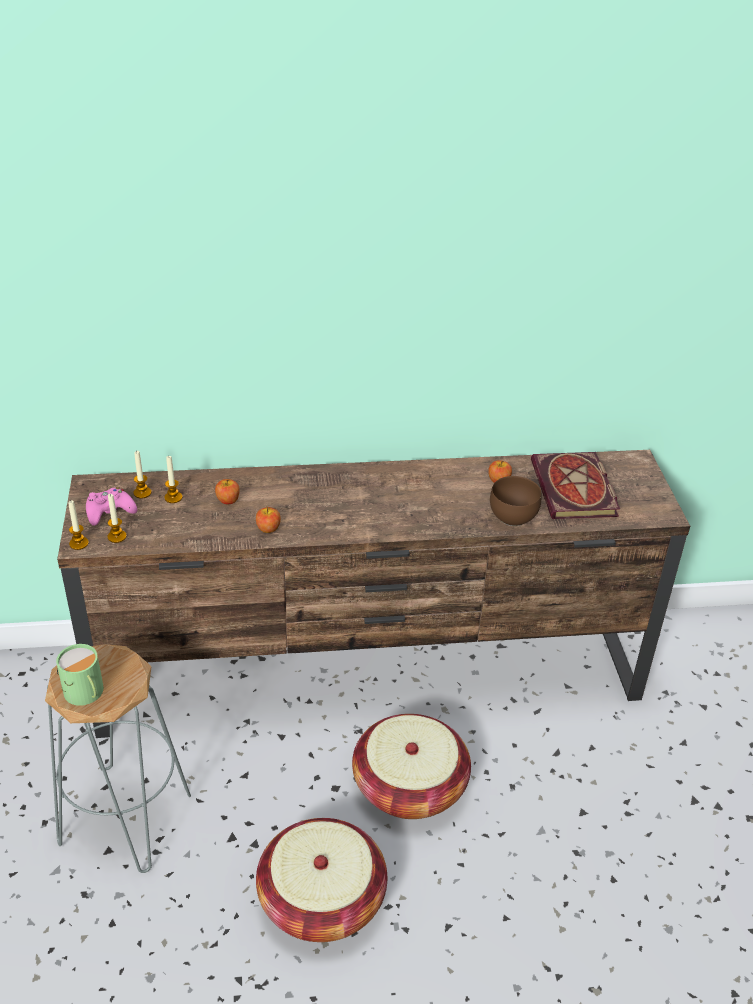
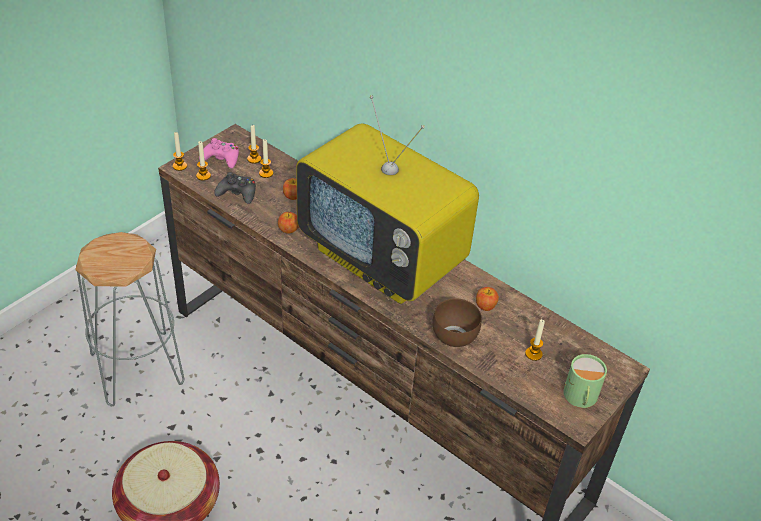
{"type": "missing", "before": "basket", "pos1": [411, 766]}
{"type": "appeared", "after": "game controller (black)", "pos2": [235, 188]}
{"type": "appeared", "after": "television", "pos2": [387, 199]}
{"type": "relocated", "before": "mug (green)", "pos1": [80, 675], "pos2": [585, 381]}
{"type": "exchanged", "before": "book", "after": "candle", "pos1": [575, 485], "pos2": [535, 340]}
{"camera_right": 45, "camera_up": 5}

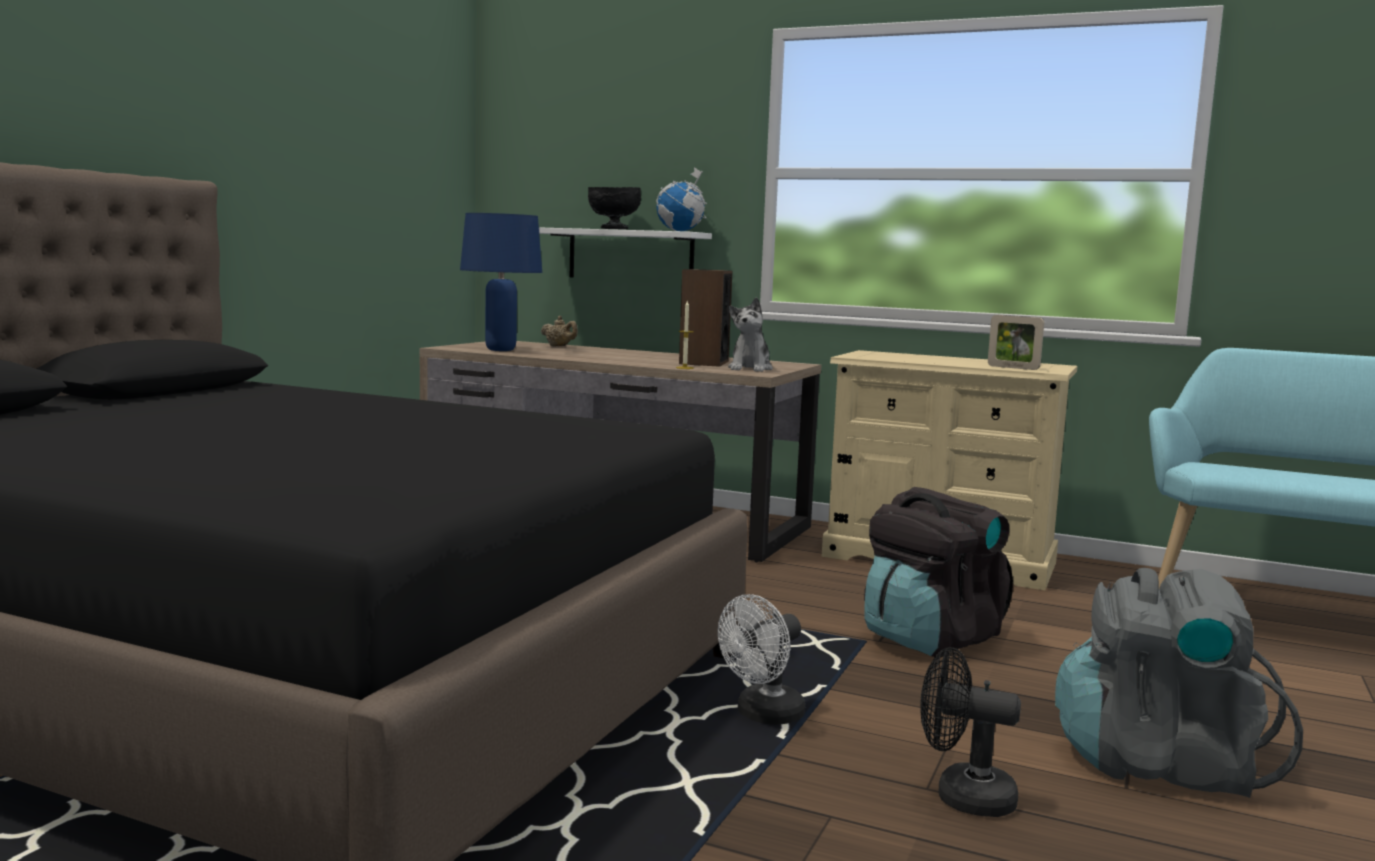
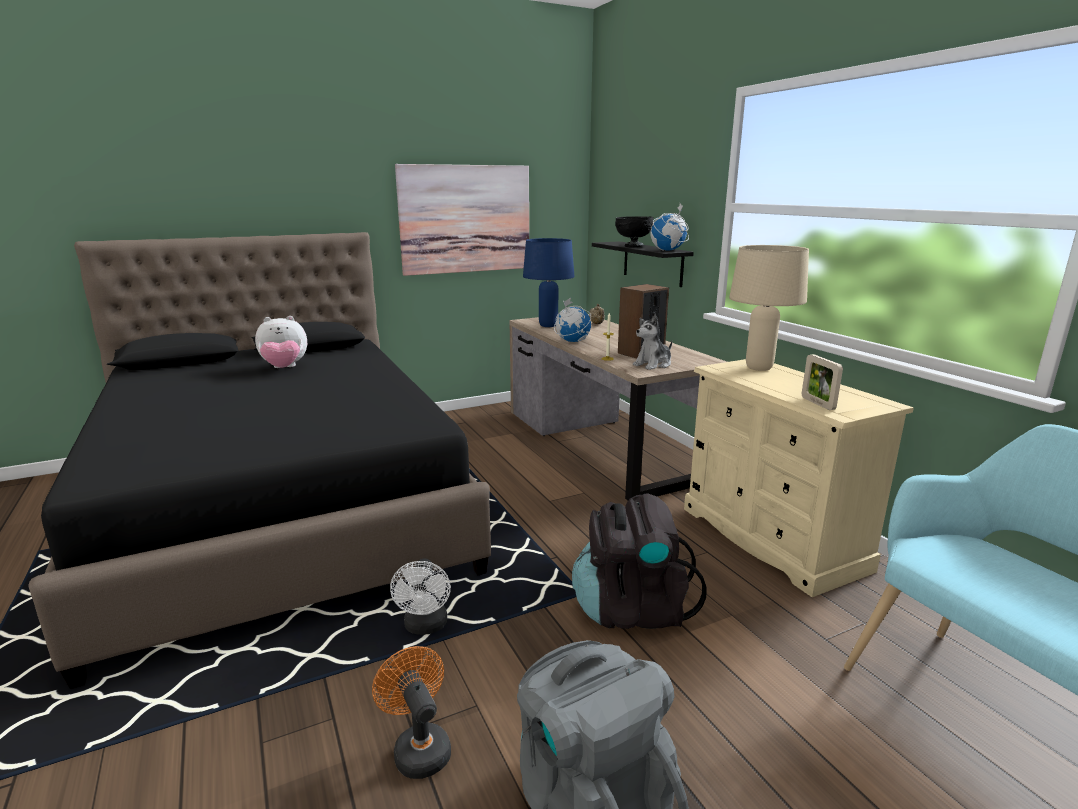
{"type": "appeared", "after": "plush toy", "pos2": [281, 342]}
{"type": "appeared", "after": "picture", "pos2": [462, 220]}
{"type": "appeared", "after": "globe", "pos2": [572, 320]}
{"type": "appeared", "after": "table lamp (beige)", "pos2": [769, 308]}
{"type": "colour", "before": "shelf (white)", "after": "shelf (black)", "pos1": [625, 252], "pos2": [643, 264]}
{"type": "colour", "before": "fan (black)", "after": "fan (orange)", "pos1": [970, 732], "pos2": [411, 712]}
{"type": "spun", "before": "fan (white)", "pos1": [761, 659], "pos2": [420, 596], "turn": -90}
{"camera_right": 40, "camera_up": 10}

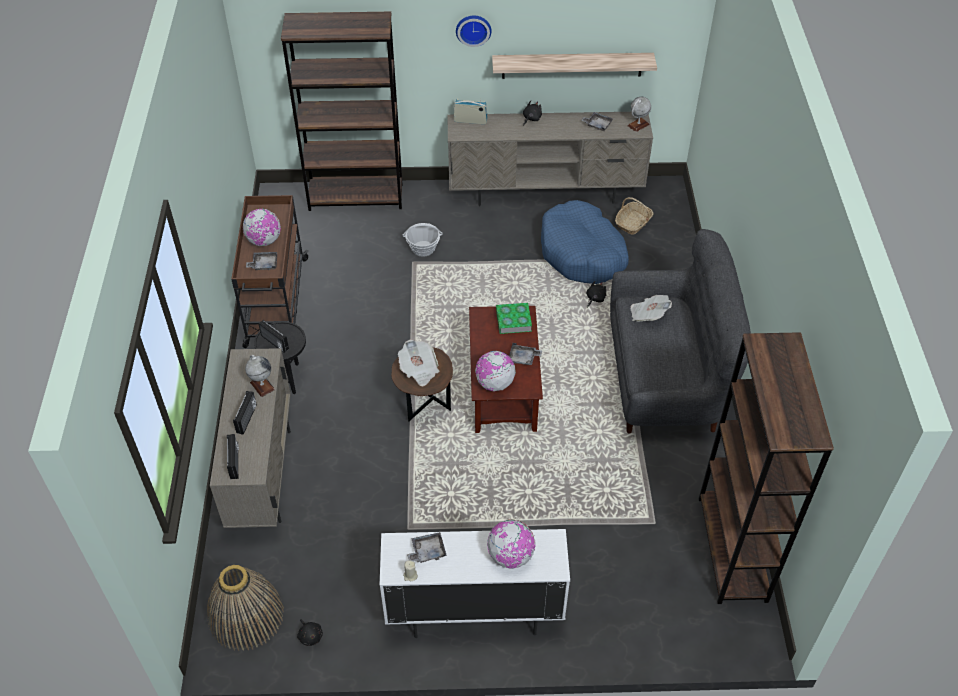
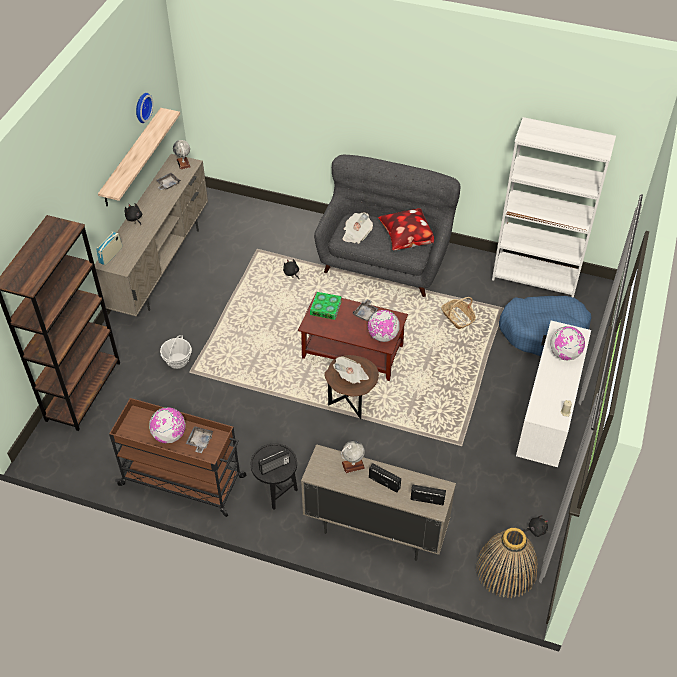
{"type": "missing", "before": "tray (grey)", "pos1": [427, 547]}
{"type": "appeared", "after": "pillow", "pos2": [406, 229]}
{"type": "relocated", "before": "wall clock", "pos1": [474, 31], "pos2": [144, 108]}
{"type": "relocated", "before": "dog bed (blue)", "pos1": [585, 242], "pos2": [545, 326]}
{"type": "relocated", "before": "basket", "pos1": [634, 215], "pos2": [458, 313]}
{"type": "colour", "before": "bookcase (brown)", "after": "bookcase (white)", "pos1": [766, 468], "pos2": [554, 207]}
{"camera_right": -70, "camera_up": 0}

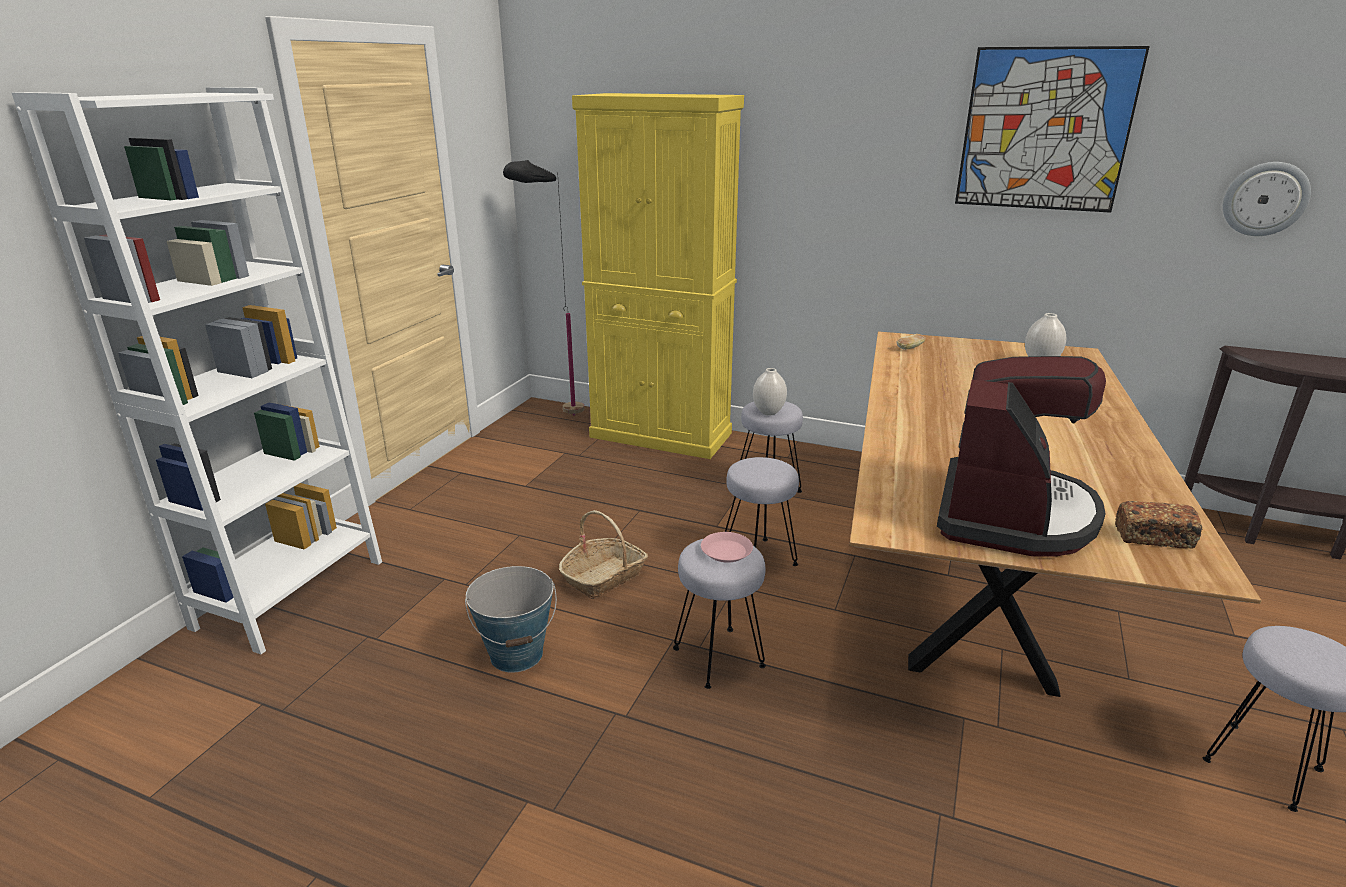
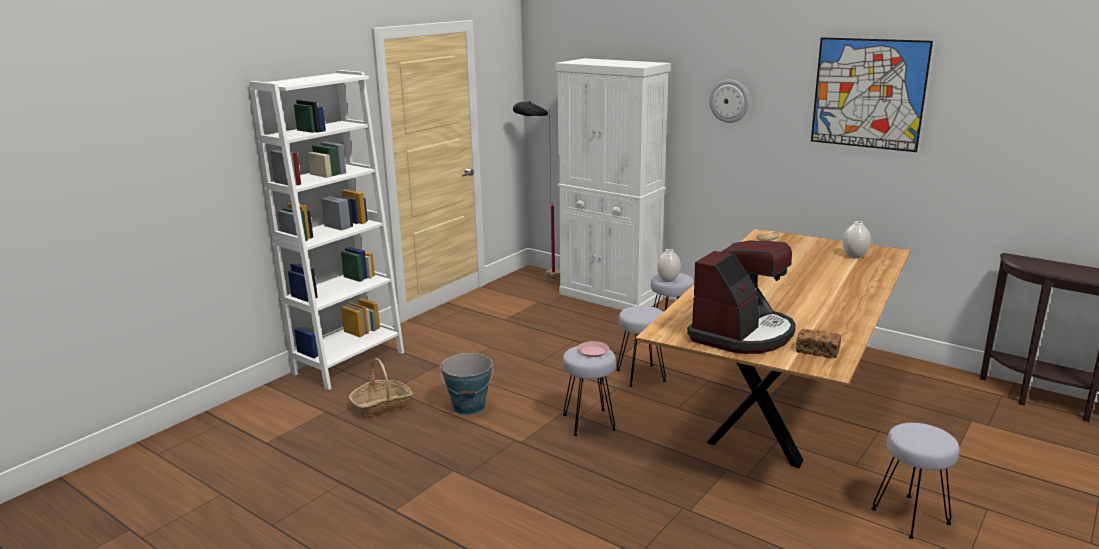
{"type": "relocated", "before": "basket", "pos1": [603, 554], "pos2": [381, 388]}
{"type": "relocated", "before": "wall clock", "pos1": [1267, 199], "pos2": [729, 101]}
{"type": "colour", "before": "cabinet (yellow)", "after": "cabinet (white)", "pos1": [658, 276], "pos2": [613, 184]}
{"camera_right": 15, "camera_up": -5}

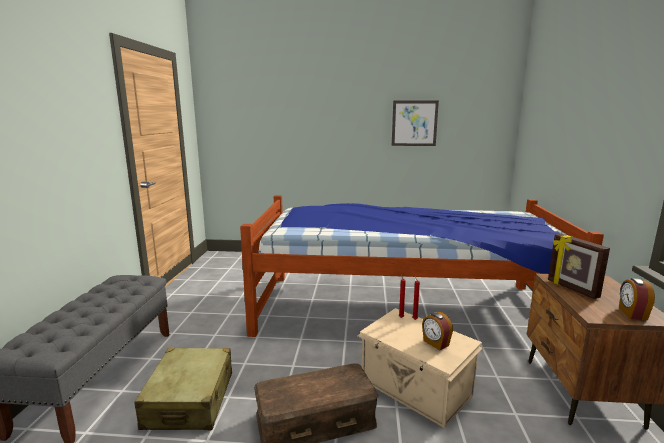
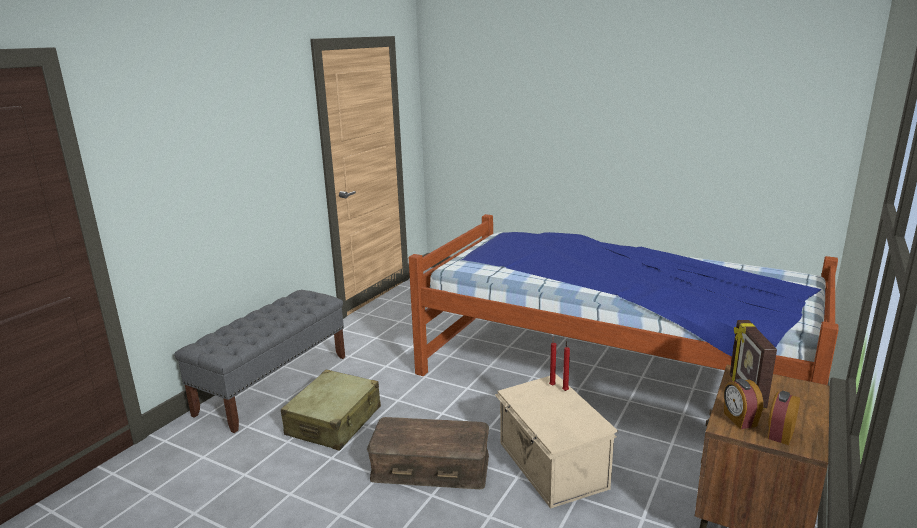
{"type": "missing", "before": "picture", "pos1": [415, 123]}
{"type": "relocated", "before": "alarm clock", "pos1": [437, 331], "pos2": [743, 404]}
{"camera_right": 25, "camera_up": 5}

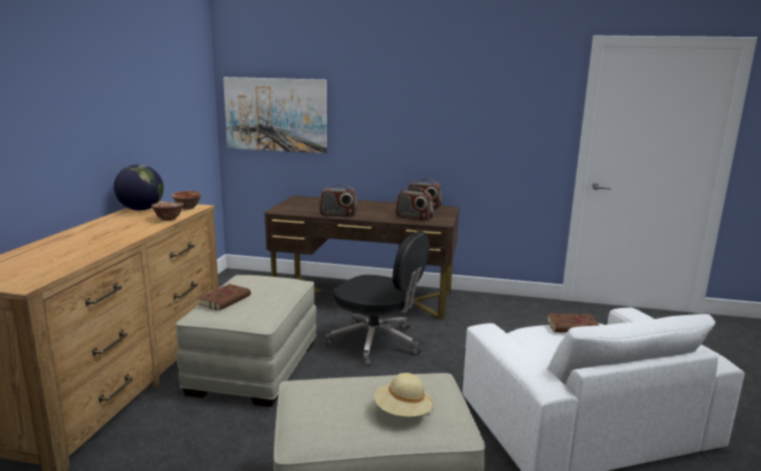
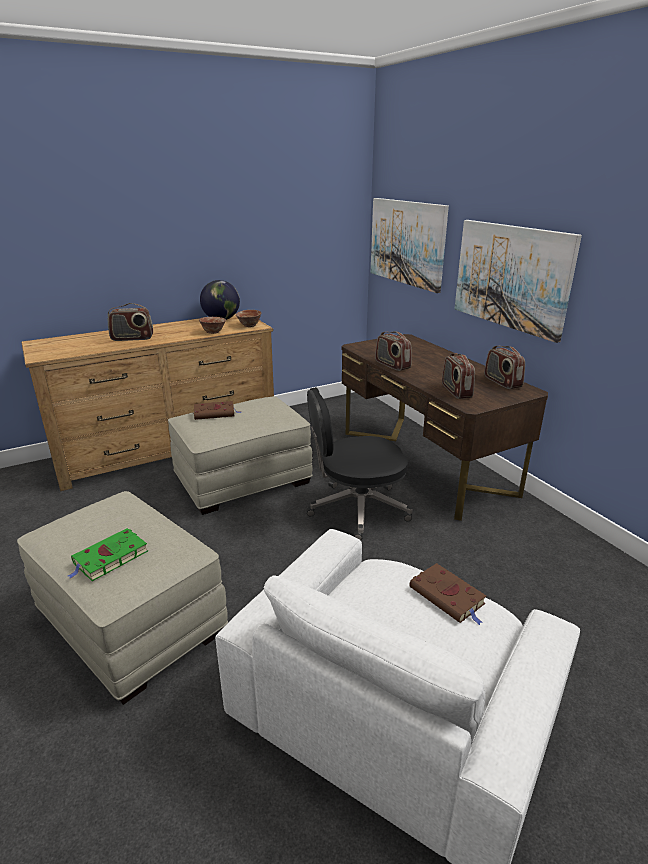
{"type": "appeared", "after": "radio", "pos2": [130, 322]}
{"type": "appeared", "after": "picture", "pos2": [518, 281]}
{"type": "exchanged", "before": "hat (beige)", "after": "book (green)", "pos1": [404, 395], "pos2": [108, 554]}
{"type": "spun", "before": "office chair (black)", "pos1": [378, 298], "pos2": [360, 463], "turn": 90}
{"camera_right": 50, "camera_up": 10}

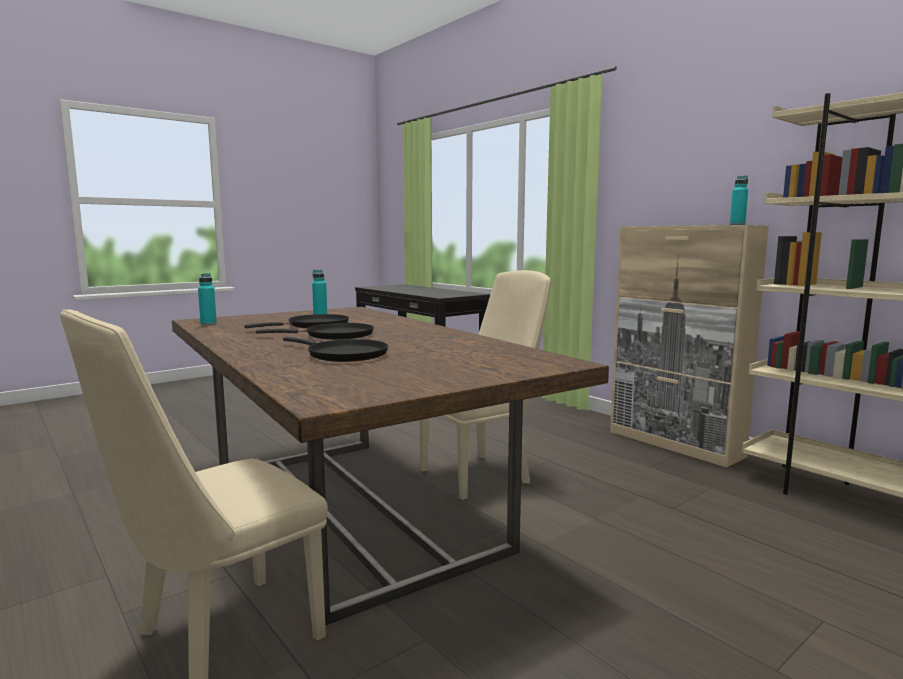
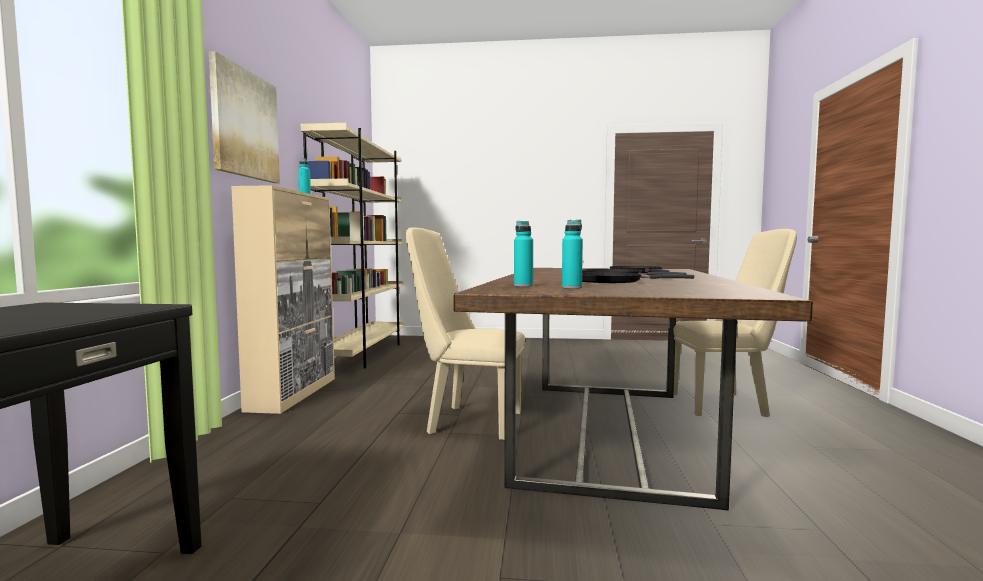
{"type": "appeared", "after": "picture", "pos2": [244, 117]}
{"type": "relocated", "before": "bottle (turquoise)", "pos1": [207, 299], "pos2": [523, 254]}
{"camera_right": -135, "camera_up": -5}

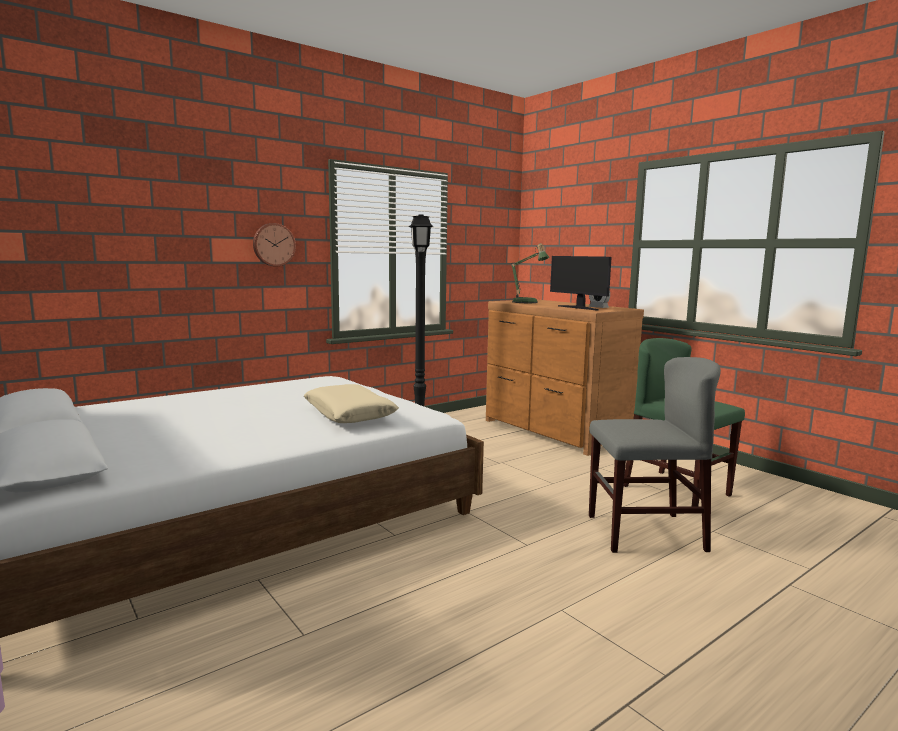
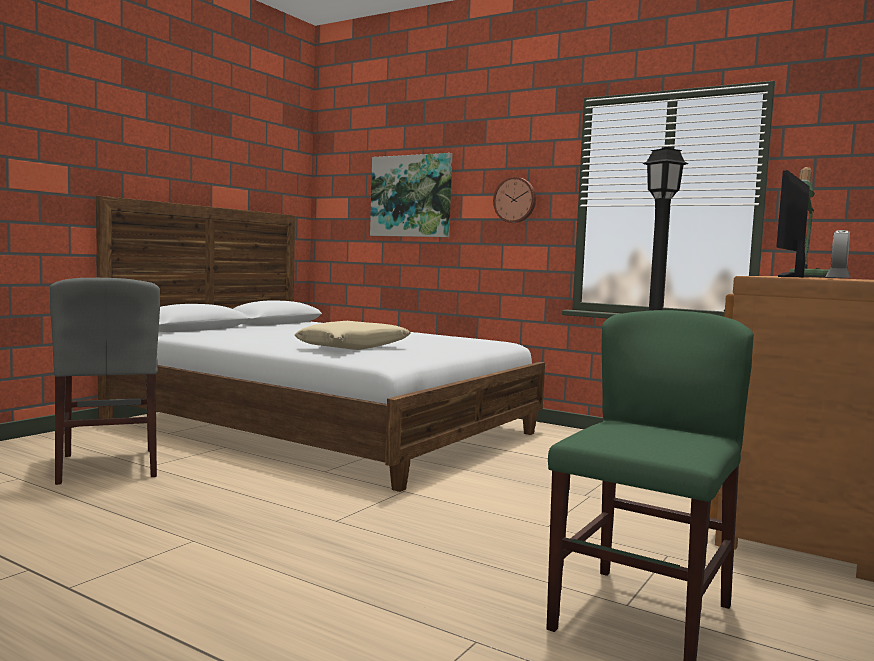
{"type": "appeared", "after": "picture", "pos2": [411, 195]}
{"type": "relocated", "before": "chair (grey)", "pos1": [655, 455], "pos2": [105, 381]}
{"camera_right": 70, "camera_up": -5}

